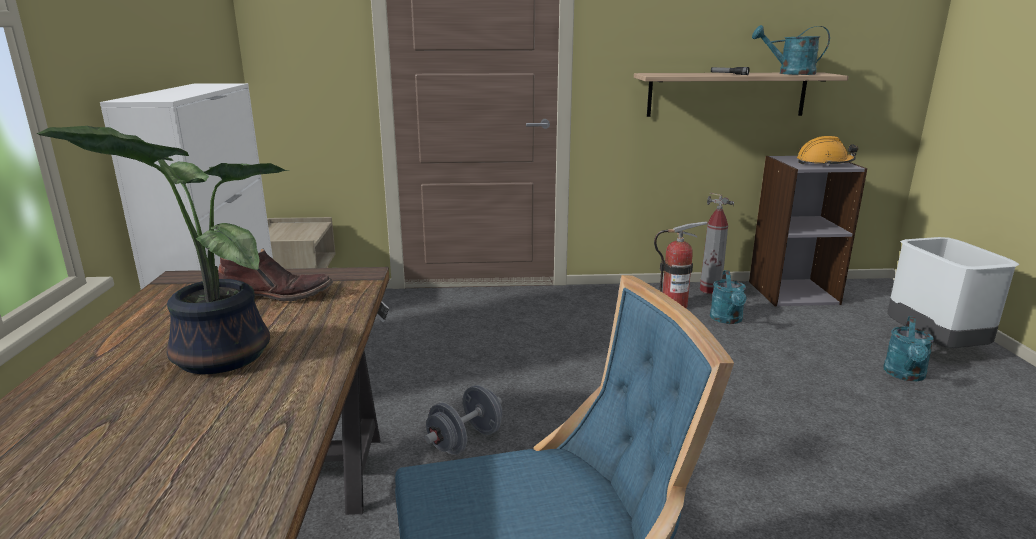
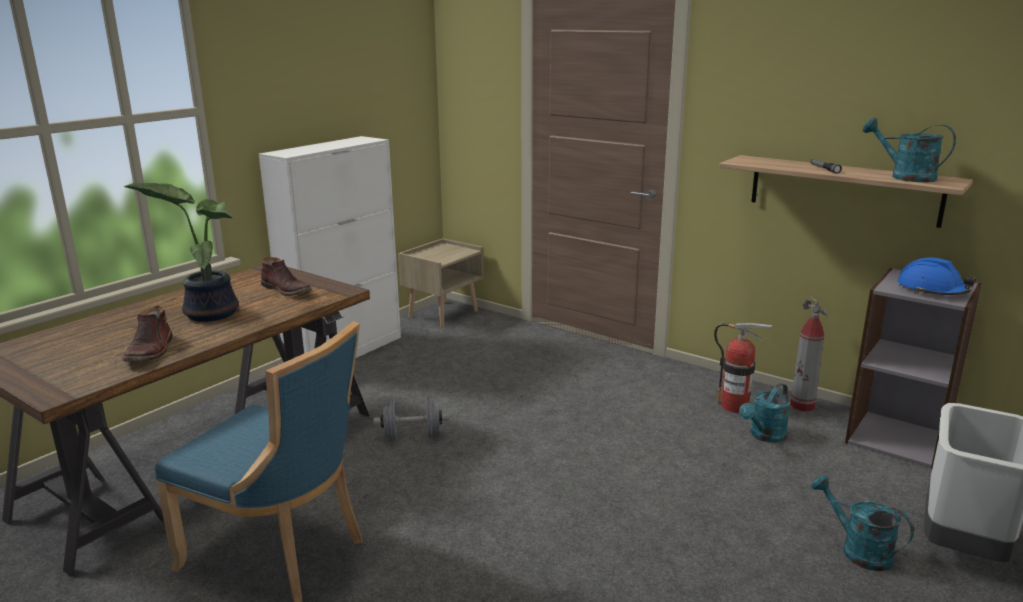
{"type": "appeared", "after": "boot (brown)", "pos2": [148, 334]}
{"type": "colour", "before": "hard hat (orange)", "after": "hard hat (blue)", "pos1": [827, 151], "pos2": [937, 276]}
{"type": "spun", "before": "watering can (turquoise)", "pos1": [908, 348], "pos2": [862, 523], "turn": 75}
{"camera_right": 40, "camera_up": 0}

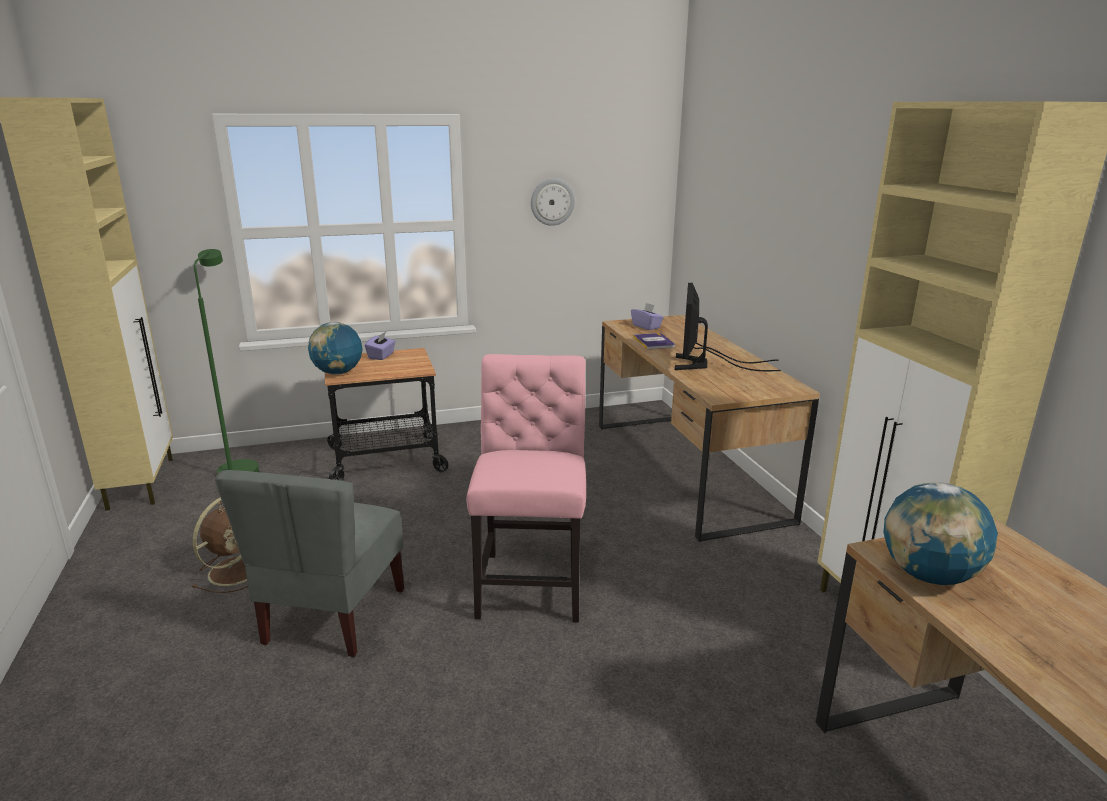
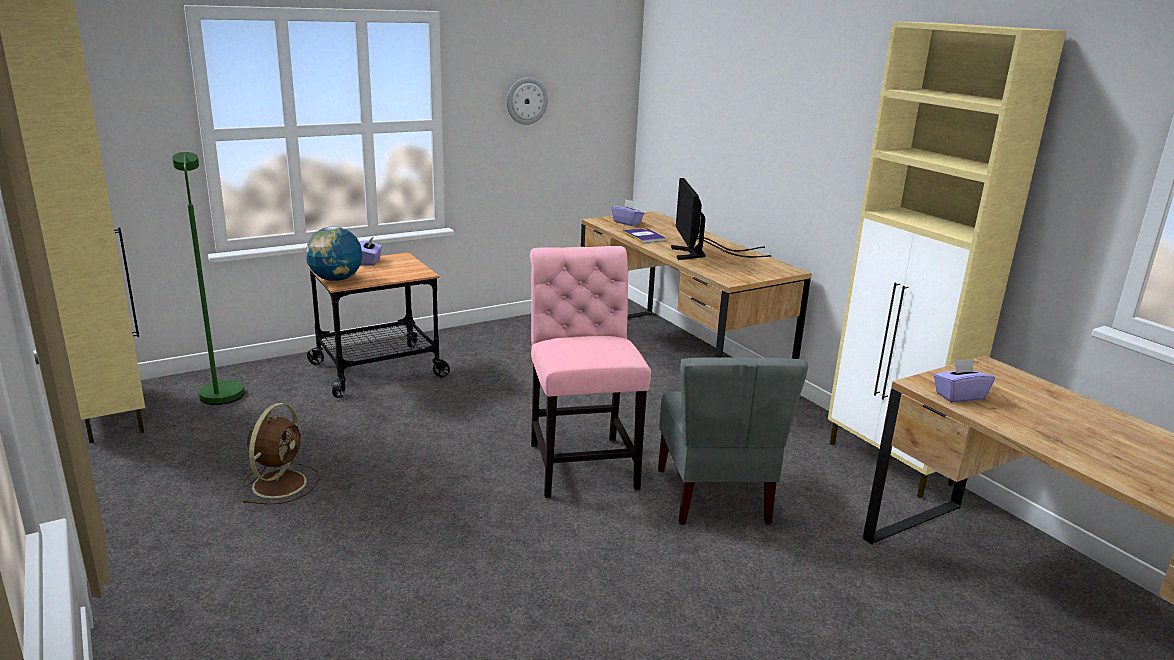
{"type": "relocated", "before": "chair (grey)", "pos1": [309, 563], "pos2": [733, 441]}
{"type": "exchanged", "before": "globe", "after": "tissue box (purple)", "pos1": [940, 533], "pos2": [964, 380]}
{"camera_right": -15, "camera_up": 0}

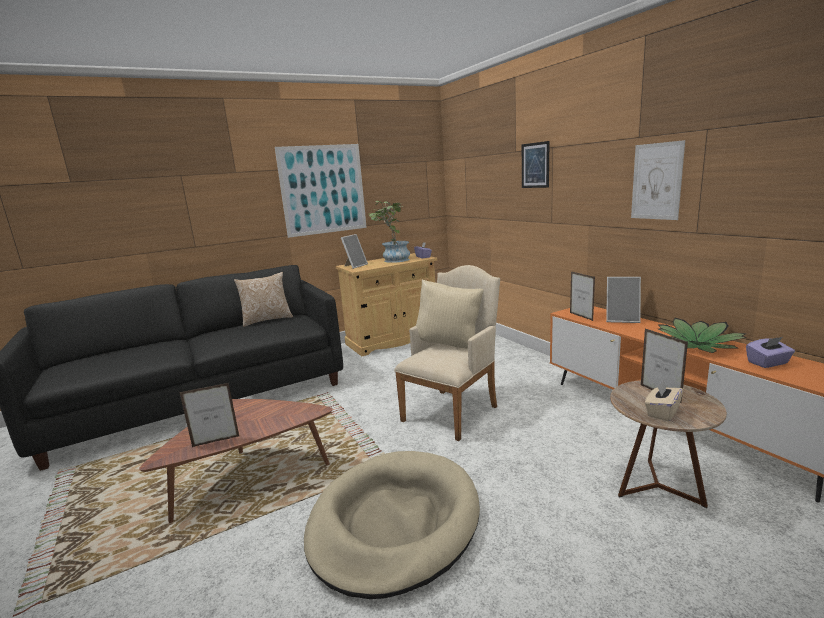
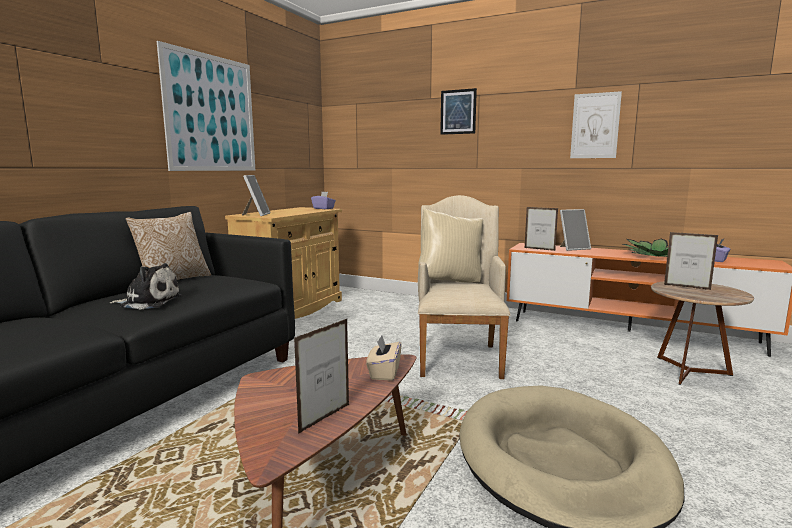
{"type": "missing", "before": "potted plant", "pos1": [389, 232]}
{"type": "appeared", "after": "plush toy", "pos2": [146, 286]}
{"type": "relocated", "before": "tissue box (beige)", "pos1": [664, 401], "pos2": [384, 358]}
{"camera_right": -35, "camera_up": -5}

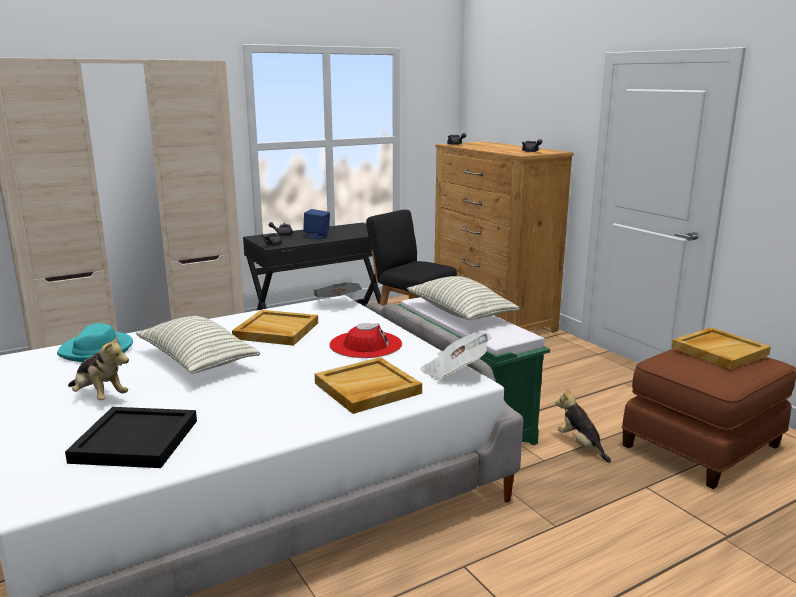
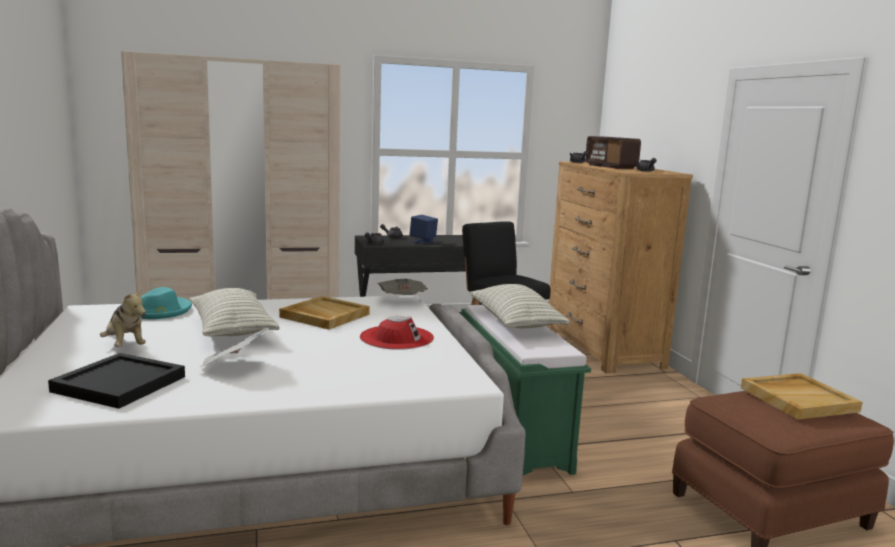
{"type": "missing", "before": "tray (beige)", "pos1": [368, 385]}
{"type": "missing", "before": "plush toy", "pos1": [583, 425]}
{"type": "appeared", "after": "radio", "pos2": [613, 152]}
{"type": "relocated", "before": "newspaper", "pos1": [455, 356], "pos2": [234, 347]}
{"camera_right": 15, "camera_up": -5}

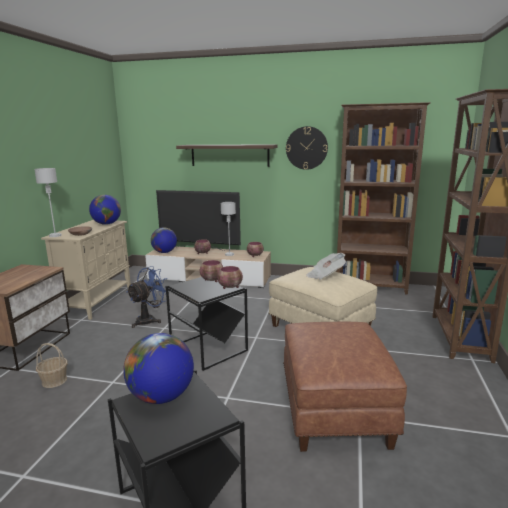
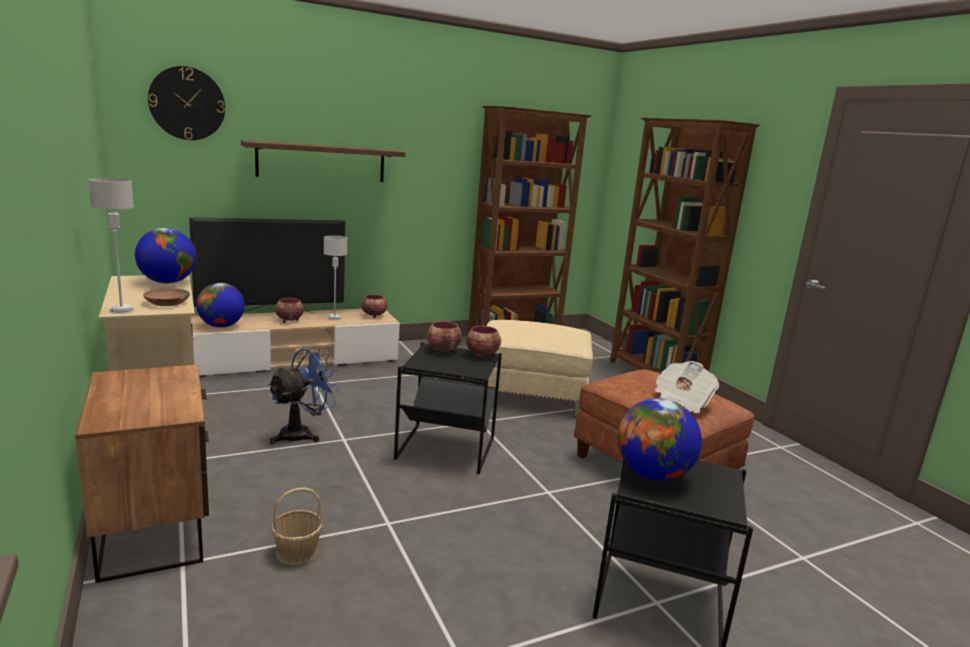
{"type": "relocated", "before": "wall clock", "pos1": [307, 148], "pos2": [186, 103]}
{"type": "relocated", "before": "newspaper", "pos1": [326, 266], "pos2": [687, 387]}
{"type": "spun", "before": "fan (blue)", "pos1": [147, 297], "pos2": [304, 395], "turn": 45}
{"camera_right": -40, "camera_up": 0}

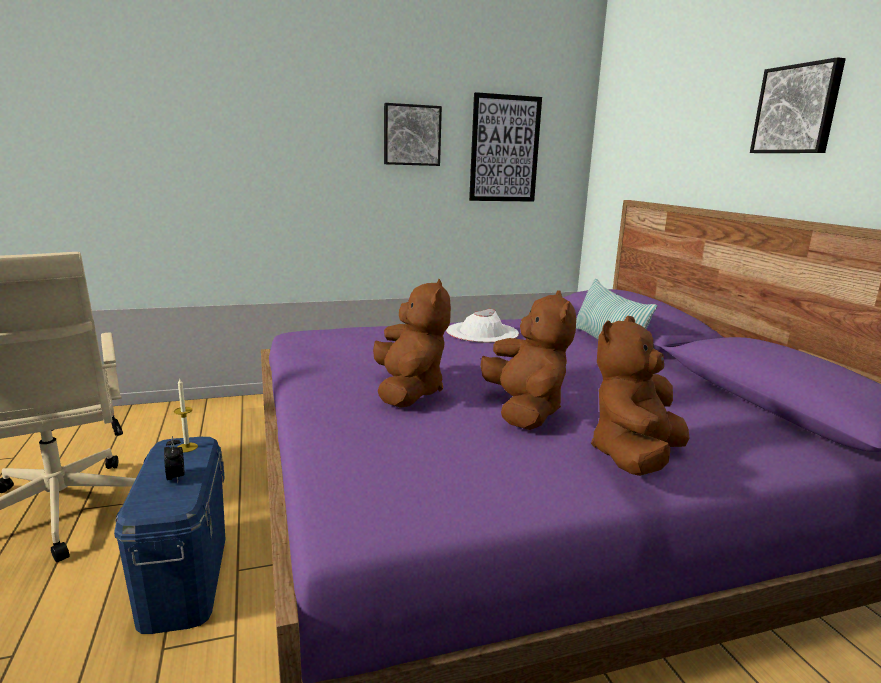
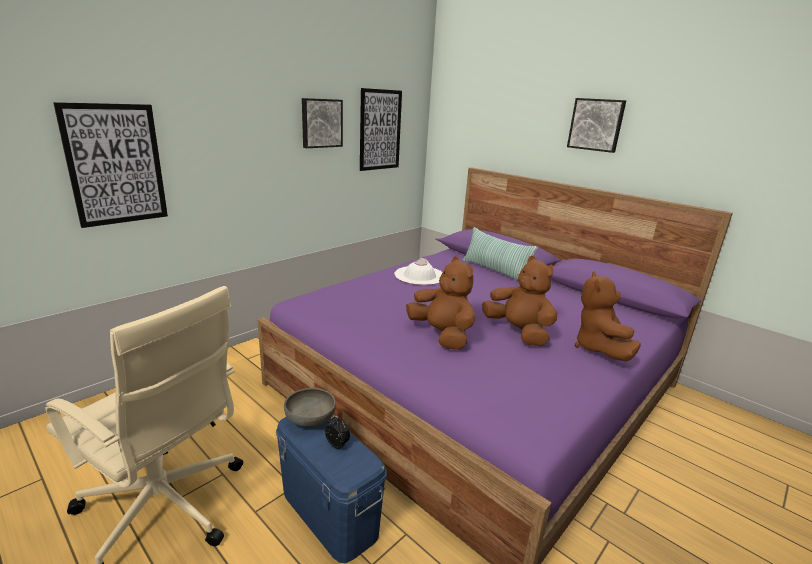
{"type": "appeared", "after": "picture", "pos2": [110, 165]}
{"type": "exchanged", "before": "candle", "after": "bowl (grey)", "pos1": [186, 415], "pos2": [310, 407]}
{"camera_right": -30, "camera_up": 5}

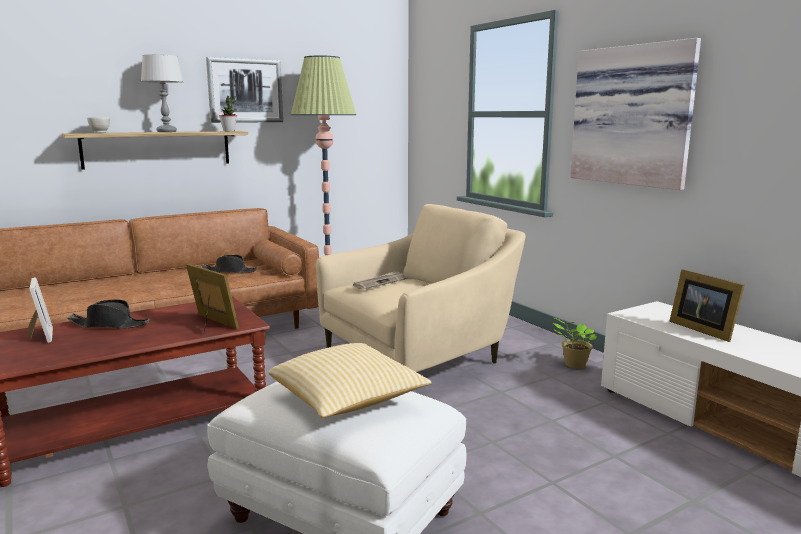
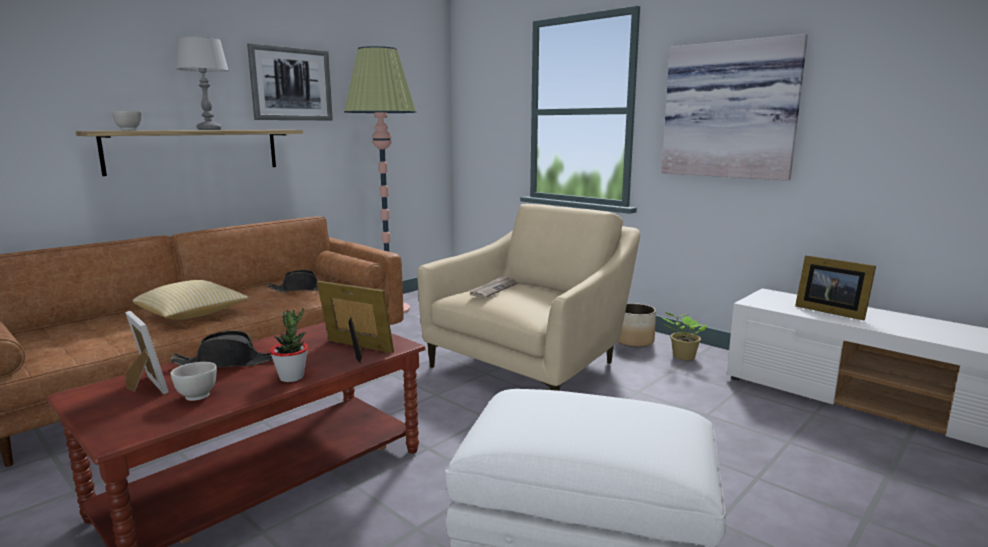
{"type": "appeared", "after": "bowl (white)", "pos2": [194, 381]}
{"type": "appeared", "after": "planter", "pos2": [637, 325]}
{"type": "relocated", "before": "potted plant", "pos1": [228, 113], "pos2": [289, 345]}
{"type": "relocated", "before": "pillow", "pos1": [350, 380], "pos2": [191, 299]}
{"camera_right": -15, "camera_up": 0}

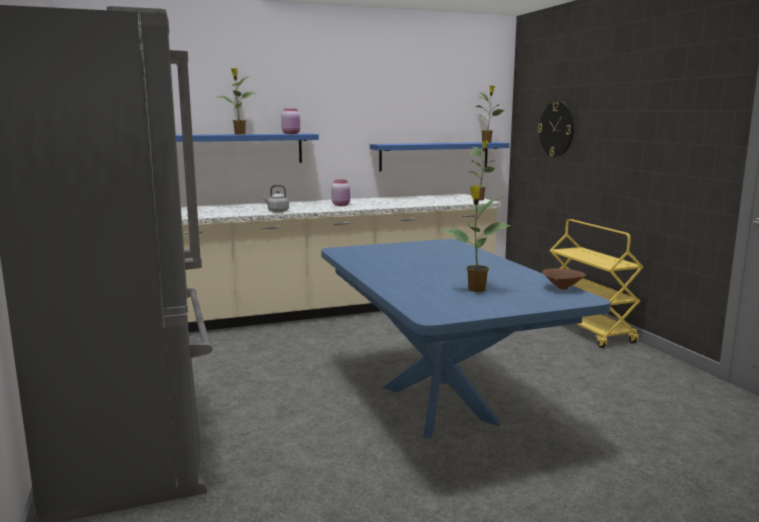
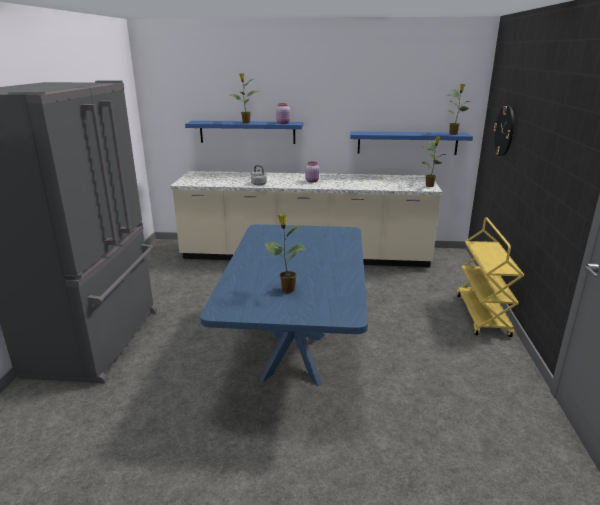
{"type": "missing", "before": "bowl (brown)", "pos1": [564, 279]}
{"camera_right": 25, "camera_up": 10}

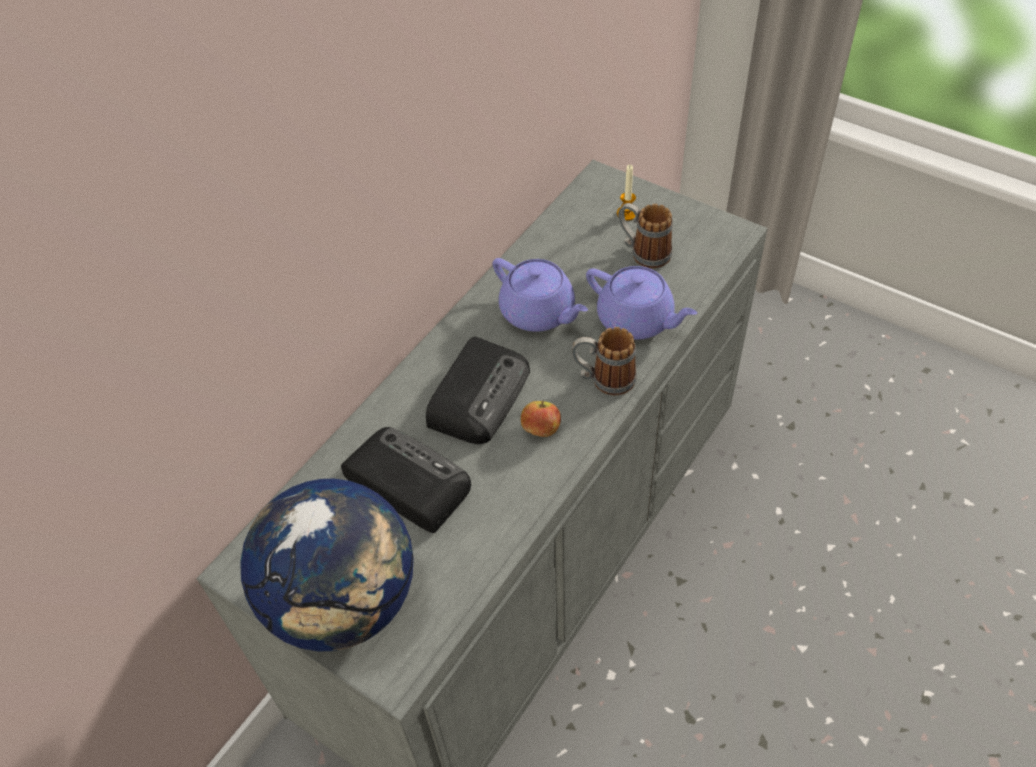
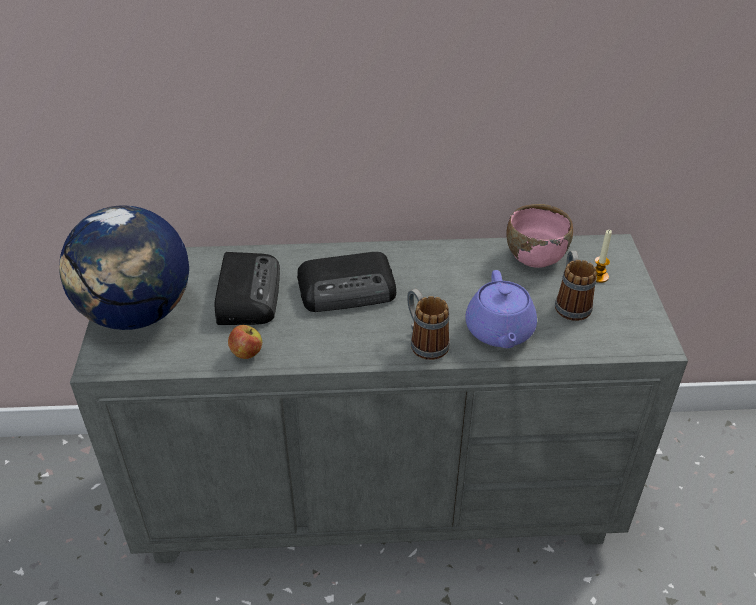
{"type": "missing", "before": "teapot (purple)", "pos1": [540, 295]}
{"type": "appeared", "after": "bowl (pink)", "pos2": [539, 236]}
{"type": "relocated", "before": "apple", "pos1": [541, 419], "pos2": [245, 342]}
{"camera_right": 50, "camera_up": -10}

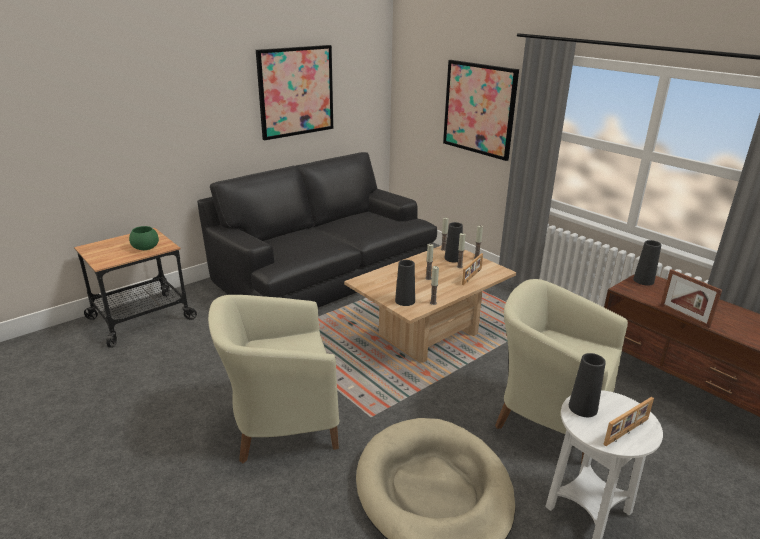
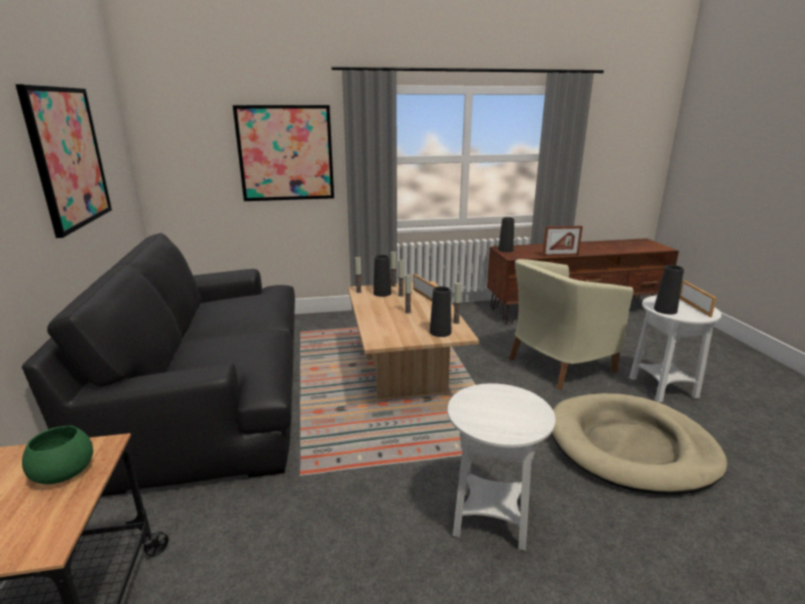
{"type": "exchanged", "before": "armchair (beige)", "after": "side table (white)", "pos1": [273, 379], "pos2": [501, 467]}
{"camera_right": -60, "camera_up": -5}

